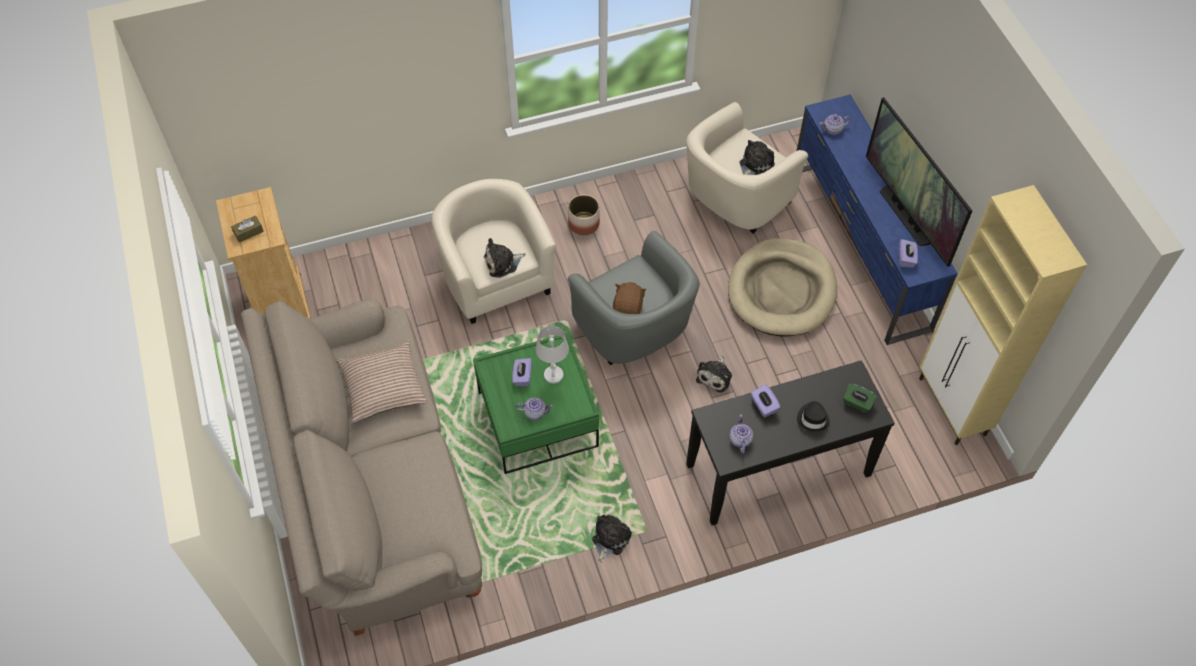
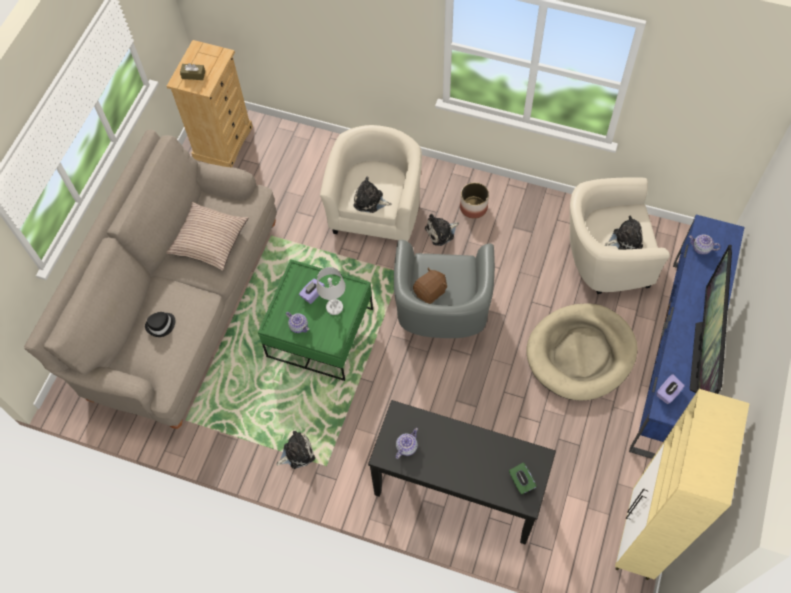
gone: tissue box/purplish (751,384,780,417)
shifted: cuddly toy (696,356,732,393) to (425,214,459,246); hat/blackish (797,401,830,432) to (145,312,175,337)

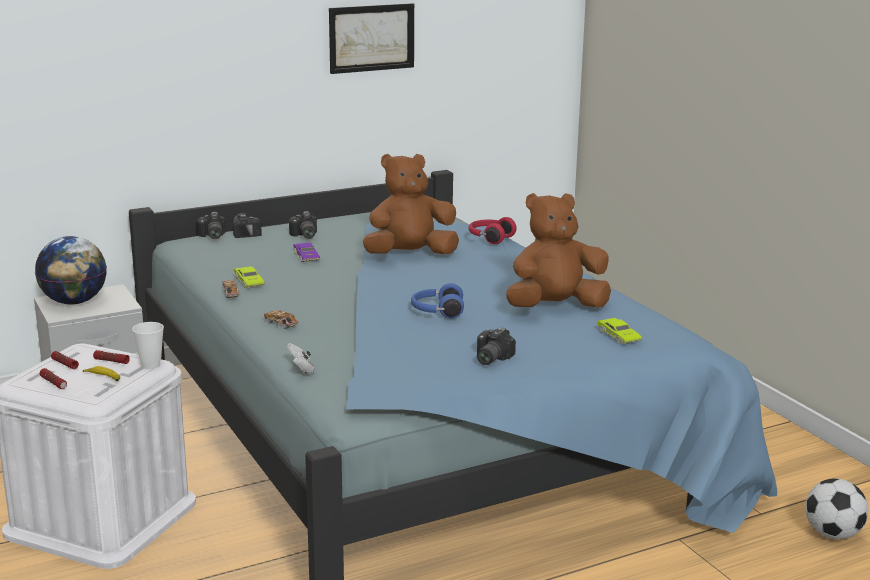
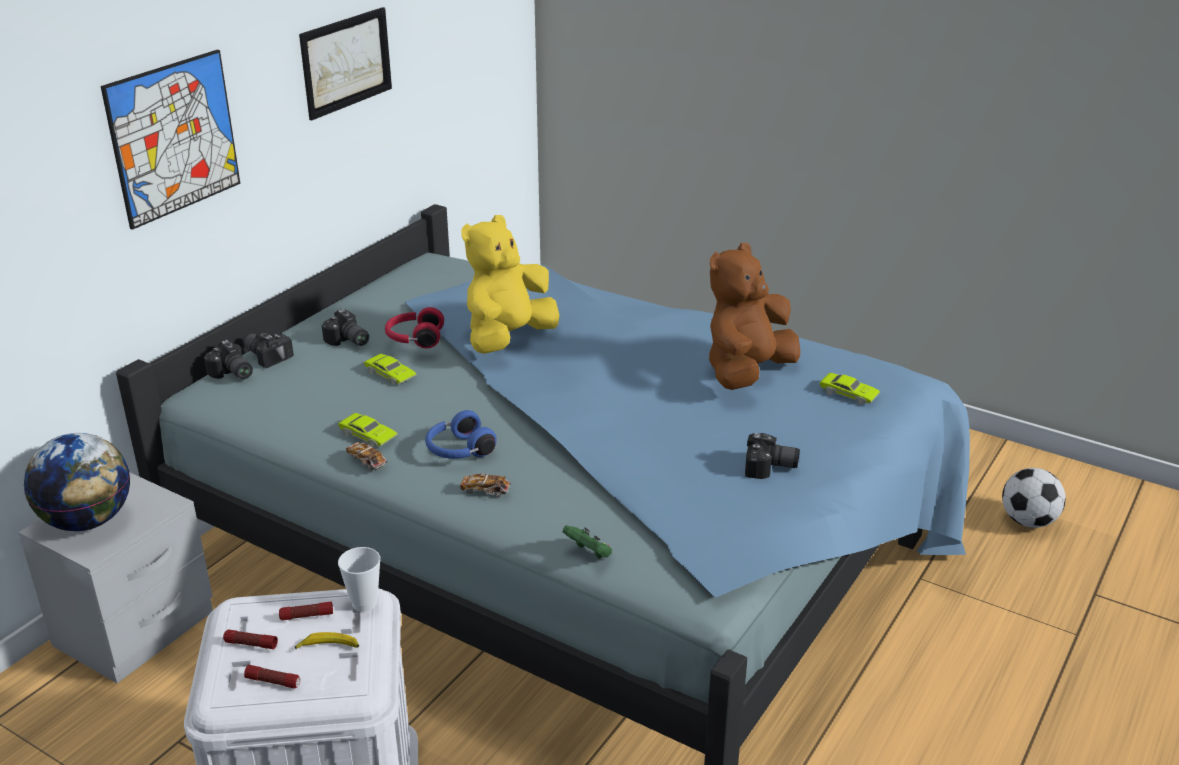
new: wall art (101,50,240,230)
shifted: headset/red (468,217,516,244) to (385,307,444,348); headset/blue (411,283,464,319) to (425,410,497,459)
repainted: cuddly toy/brown (363,154,459,254) to cuddly toy/yellow (461,215,559,354); miniature car/purplish (293,243,320,262) to miniature car/green-coloured (364,354,417,385); joypad/whitish (287,343,315,374) to joypad/green-coloured (563,526,612,559)
rotated: photo camera (477,327,516,365) = (745,433,800,479) 75 degrees counterclockwise

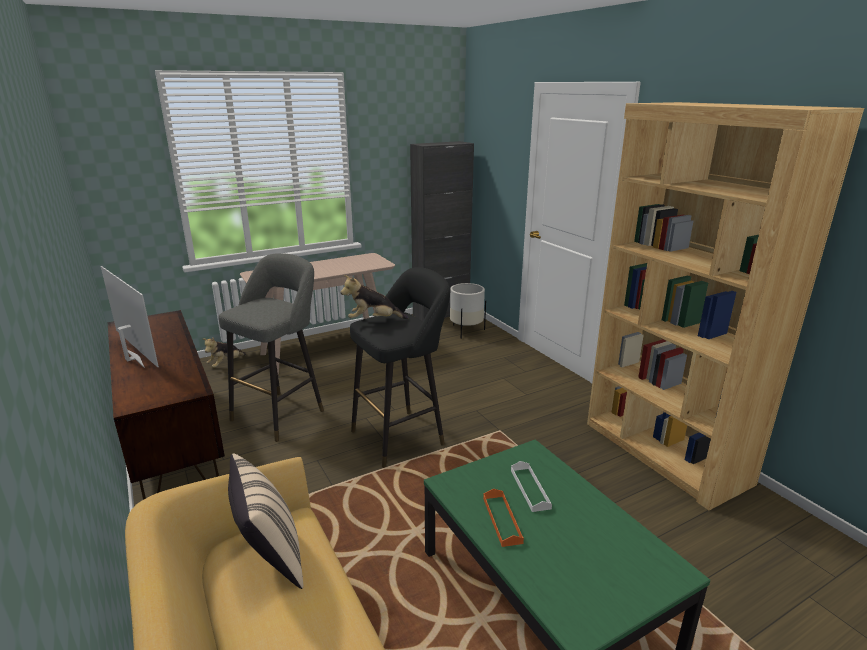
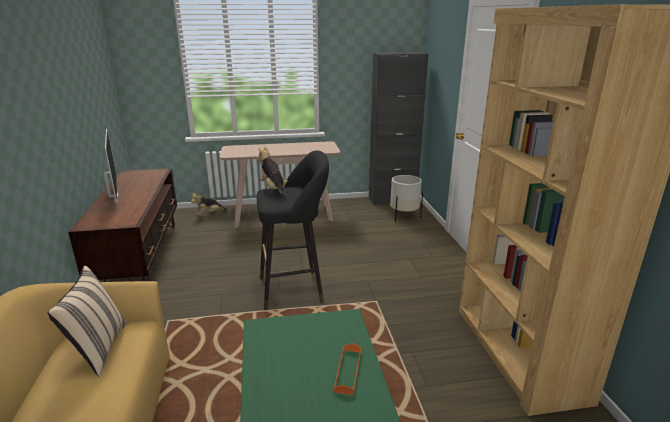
gone: sitting stool/grey (219,253,324,442); carrying tray/whitish (511,461,552,512)
shifted: carrying tray/orange-coloured (483,489,524,547) to (334,343,361,395)
rotated: cuddly toy (341,275,408,319) = (257,146,289,199) 45 degrees clockwise

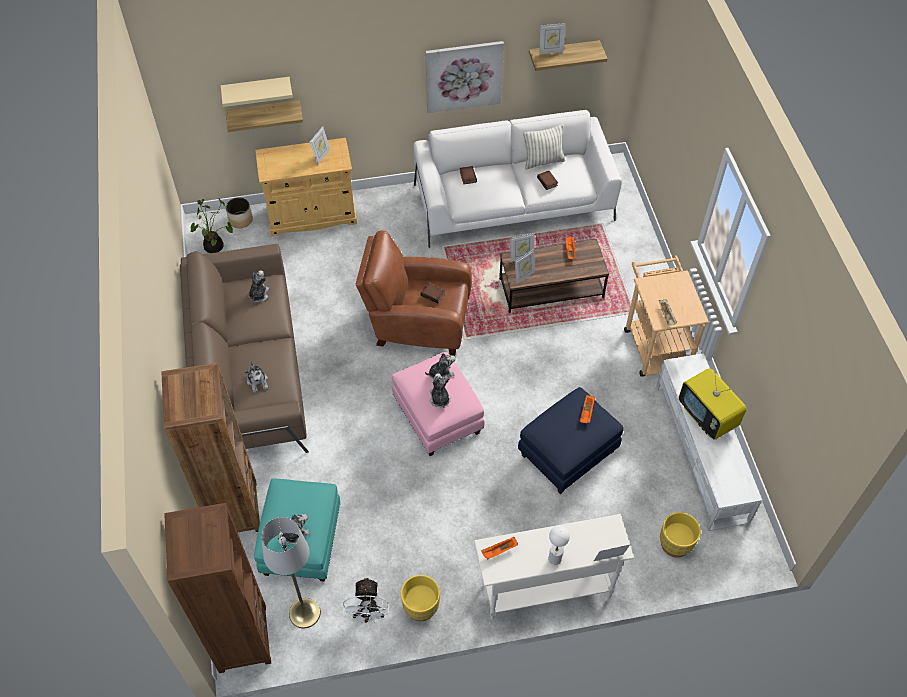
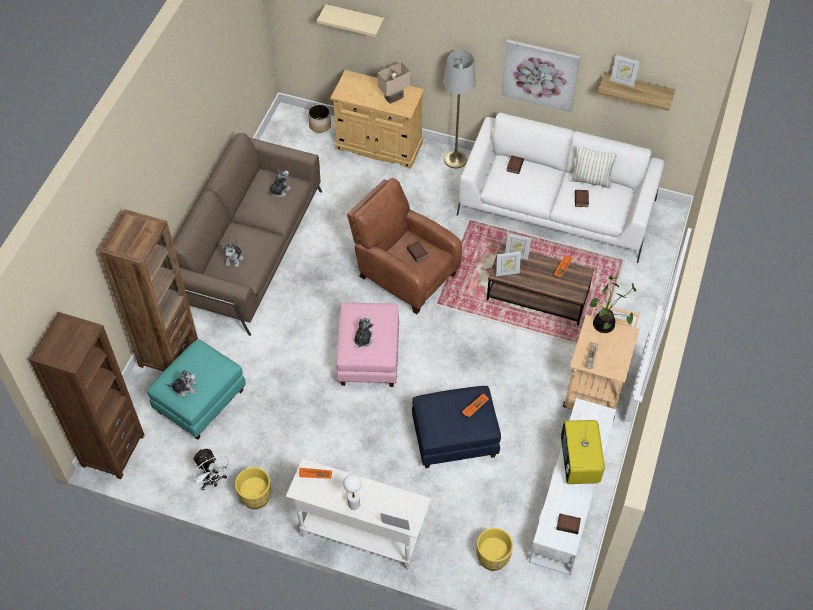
gone: shelf (225,100,303,132); cuddly toy (425,352,456,379)
new: volume (556,513,581,534)
shifted: potted plant (191,198,233,253) to (589,276,636,333); standing lamp/grey (261,517,321,628) to (443,50,476,168)
swapped: photo frame (310,127,330,165) to table lamp/sand-coloured (377,62,410,104)
rotated: electric fan/whitish (343,577,389,623) = (192,449,232,490) 60 degrees counterclockwise

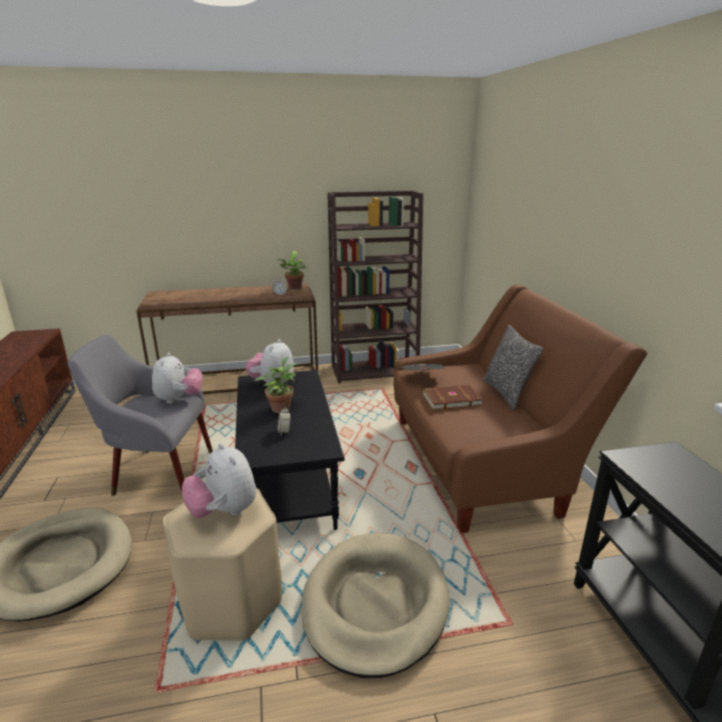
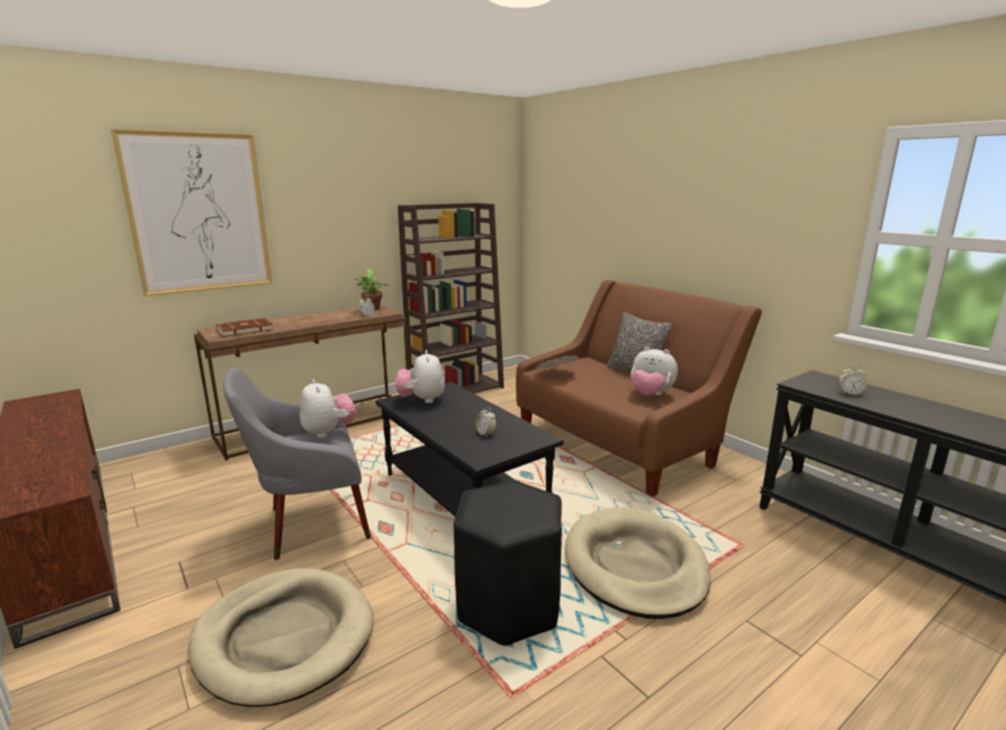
gone: potted plant (254,357,297,413)
new: wall art (111,129,272,296); table clock (839,365,867,395)
shifted: volume/brown (422,385,483,410) to (216,318,273,337); cuddly toy (182,443,256,518) to (631,347,678,396)
repainted: sitting stool/sand-coloured (163,488,282,641) to sitting stool/blackish (453,480,562,645)

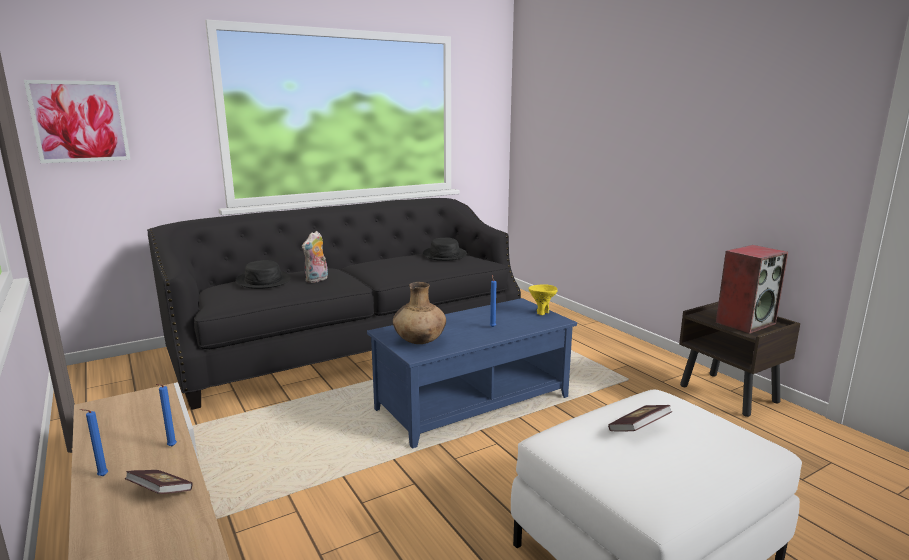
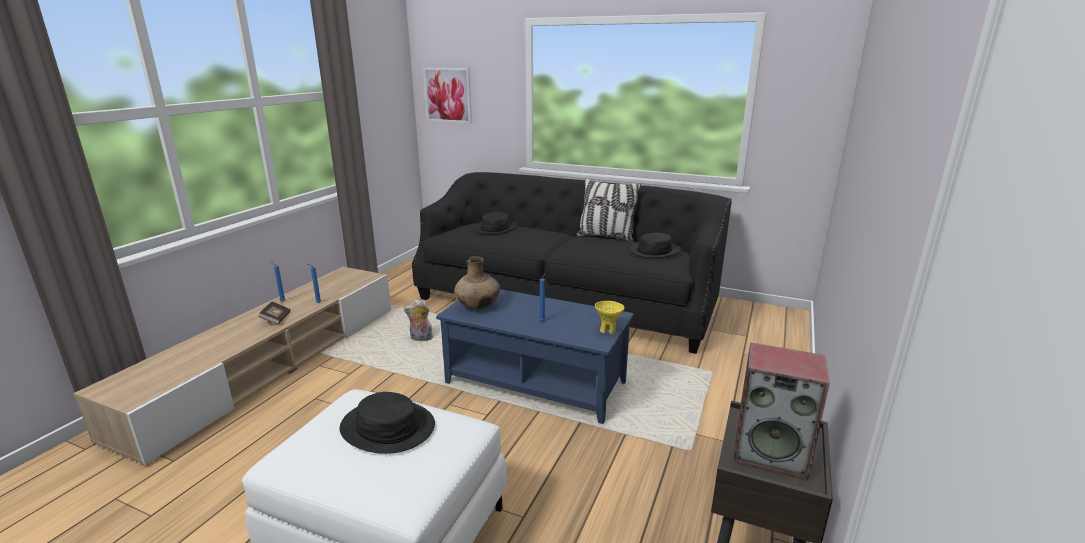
new: cushion (577,178,641,242)
shifted: cuddly toy (302,231,328,283) to (404,299,433,341)
swapped: volume (608,405,673,432) to hat/blackish (340,392,435,454)

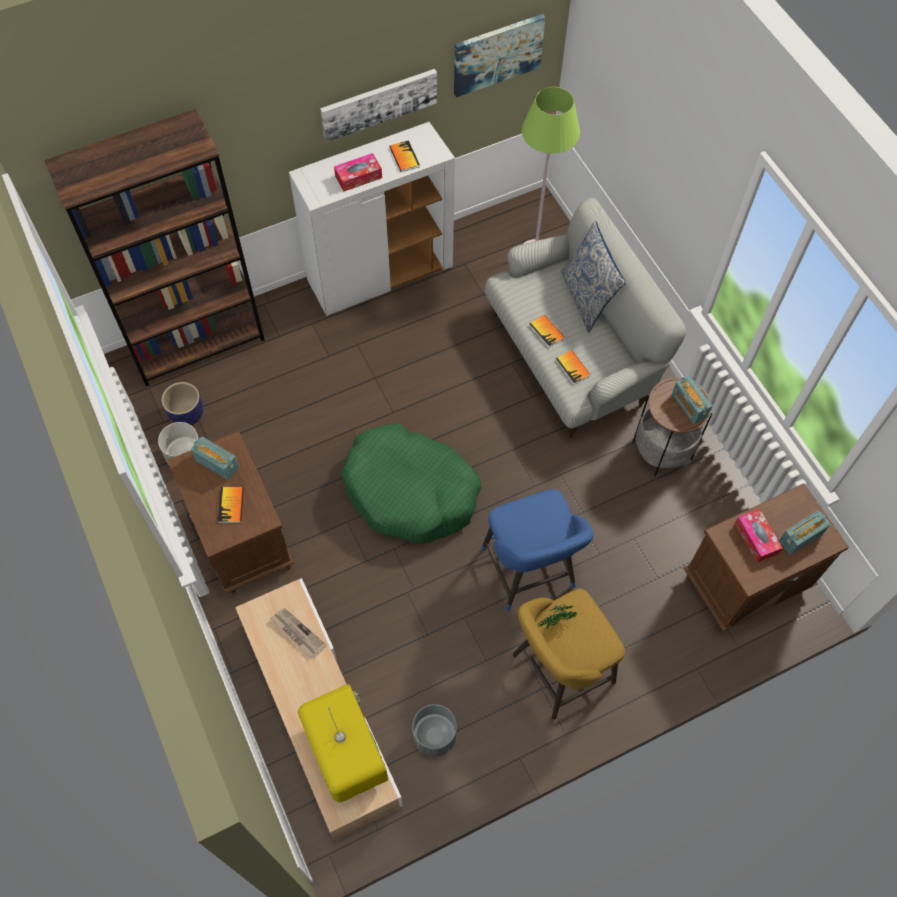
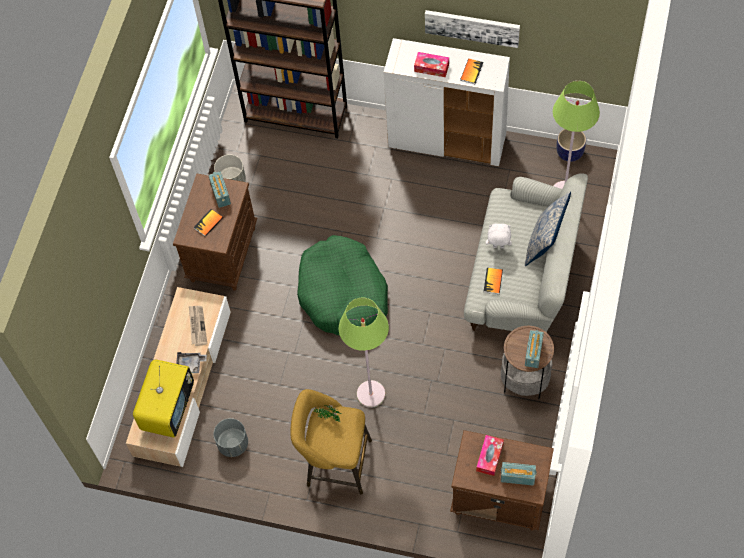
gone: wall art (454,14,546,98)
new: carrying tray/grey (176,352,207,373)
shifted: plant pot (161,382,203,426) to (557,129,586,162)
swapped: volume (529,315,565,348) to cuddly toy/whitish (486,223,512,248); sitting stool/blue (481,489,594,611) to standing lamp/green-coloured (339,298,389,408)

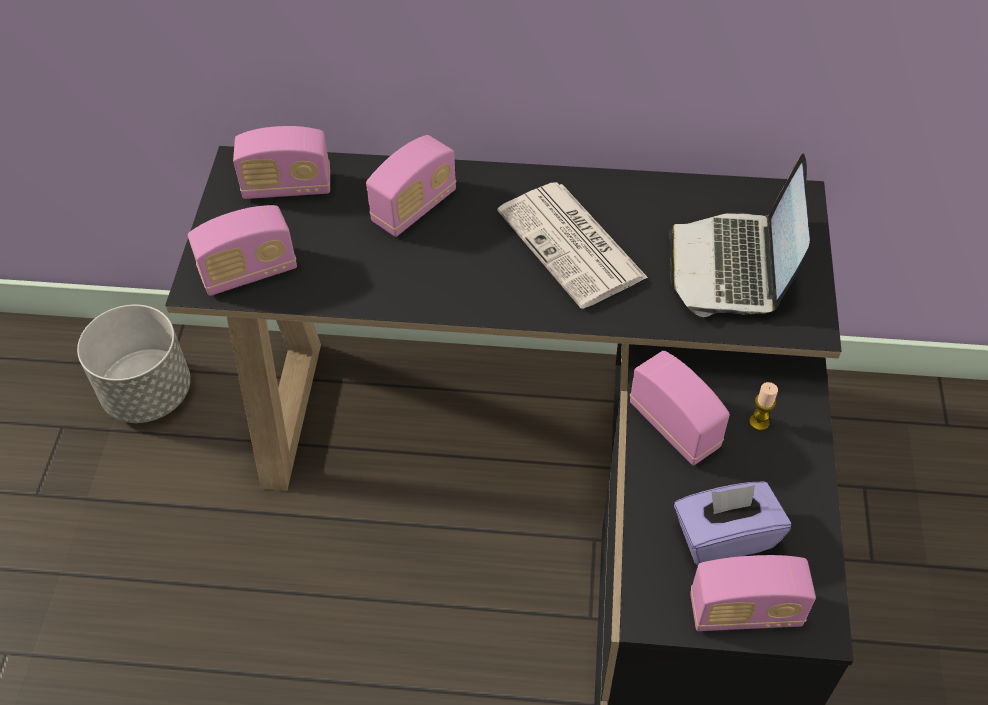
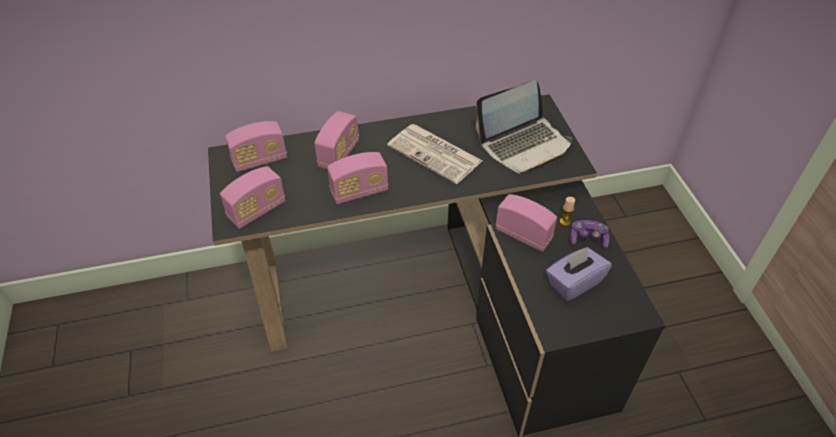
gone: plant pot/grey (77,305,191,423)
new: joypad (569,220,609,249)
shifted: radio set (690,555,816,631) to (327,152,388,204)
rotated: laptop (669,154,810,317) = (476,80,572,175) 105 degrees counterclockwise

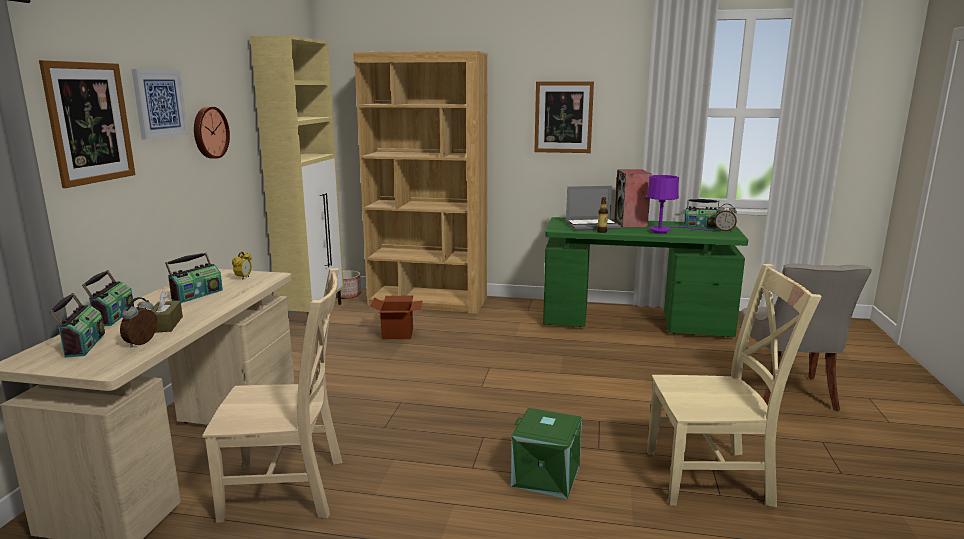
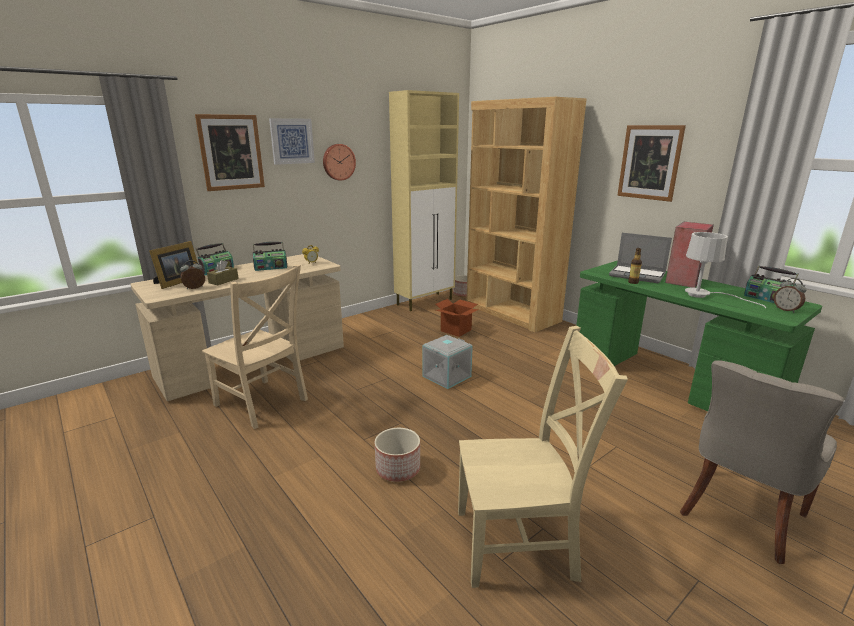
new: storage container/grey (422,335,473,389)
swapped: radio set (50,293,105,358) to photo frame (149,241,198,289); storage container/green-coloured (511,408,582,499) to plant pot (375,428,420,482)
repainted: table lamp/purplish (647,175,715,234) to table lamp/whitish (685,232,766,308)
rotated: plain chair/sand-coloured (647,264,821,507) = (458,326,628,588) 45 degrees counterclockwise

